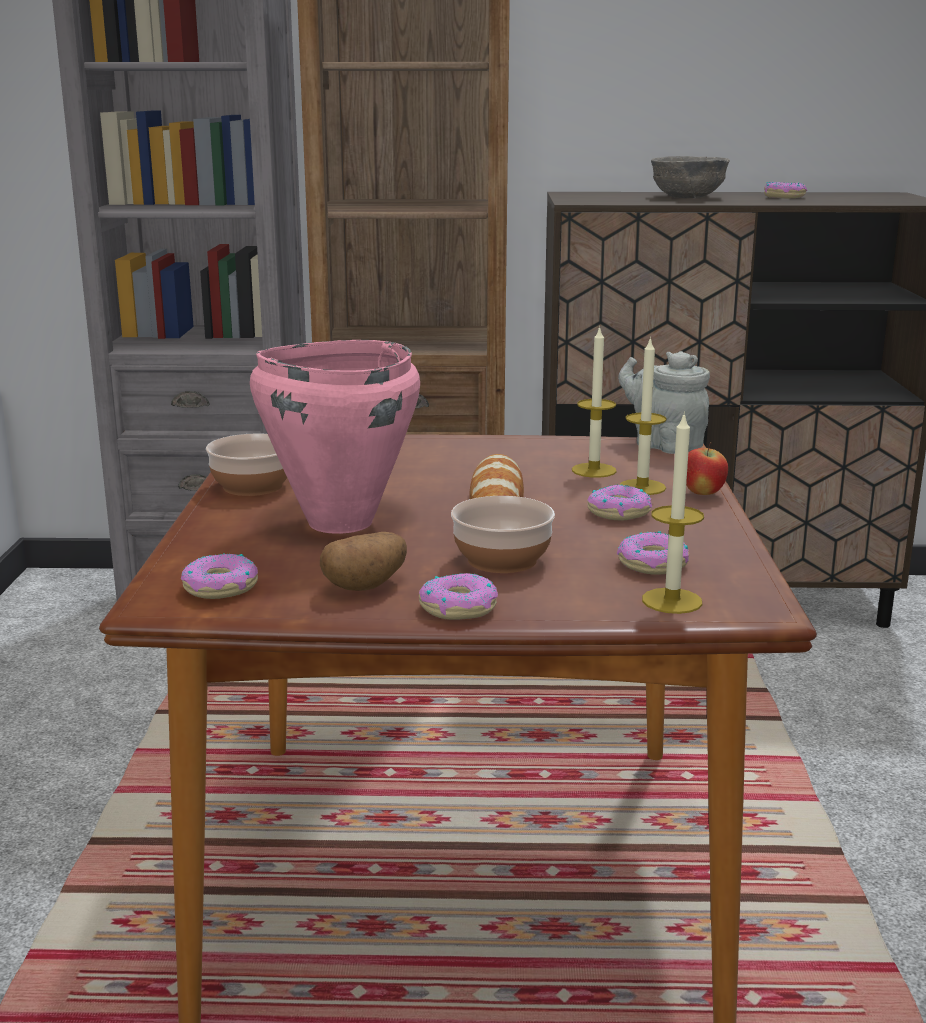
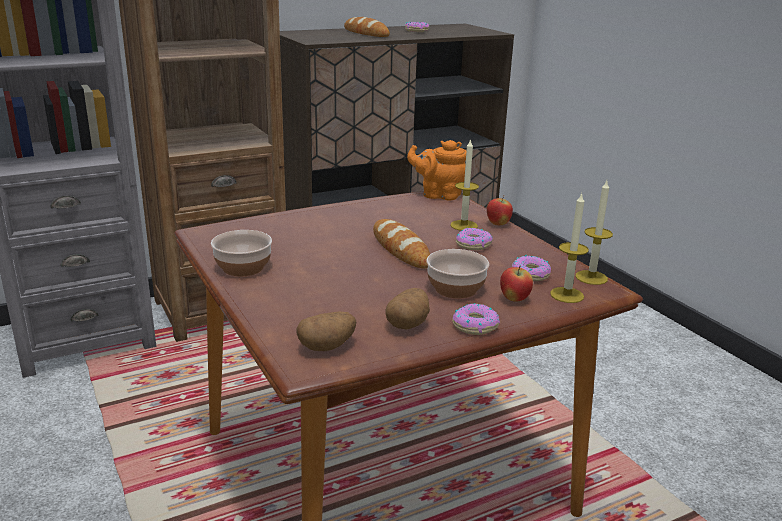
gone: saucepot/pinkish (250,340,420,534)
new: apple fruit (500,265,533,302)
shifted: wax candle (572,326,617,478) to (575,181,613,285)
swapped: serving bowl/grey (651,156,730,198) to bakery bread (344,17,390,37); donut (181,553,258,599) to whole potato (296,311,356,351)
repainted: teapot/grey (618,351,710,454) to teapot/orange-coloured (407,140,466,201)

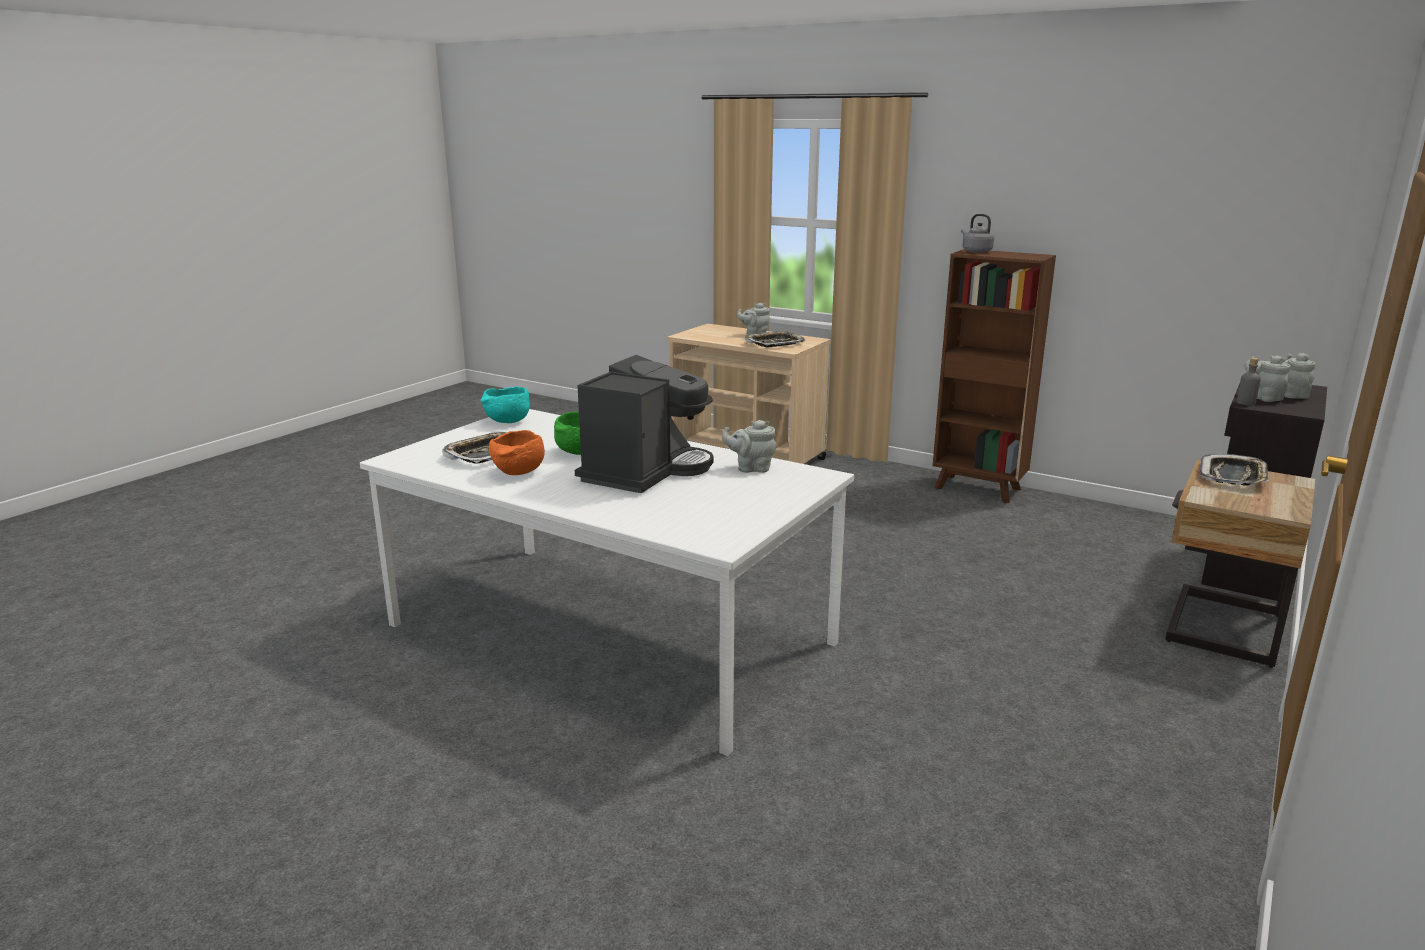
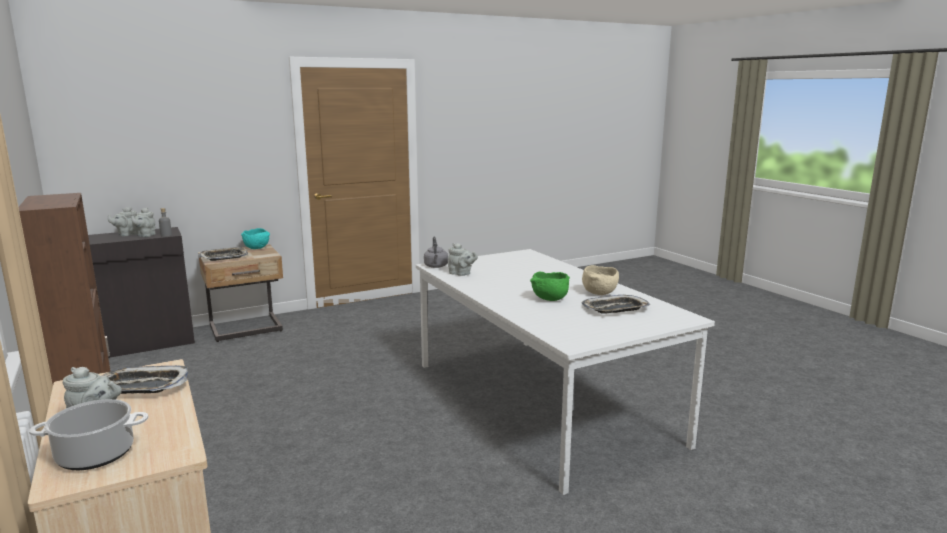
gone: coffee brewer (575,355,714,493)
new: saucepot (29,399,148,470)
shifted: tea kettle/grey (961,214,994,253) to (424,236,448,268); serving bowl/turquoise-coloured (480,386,530,423) to (241,228,270,249)
repainted: serving bowl/orange-coloured (489,430,545,475) to serving bowl/sand-coloured (582,265,619,295)

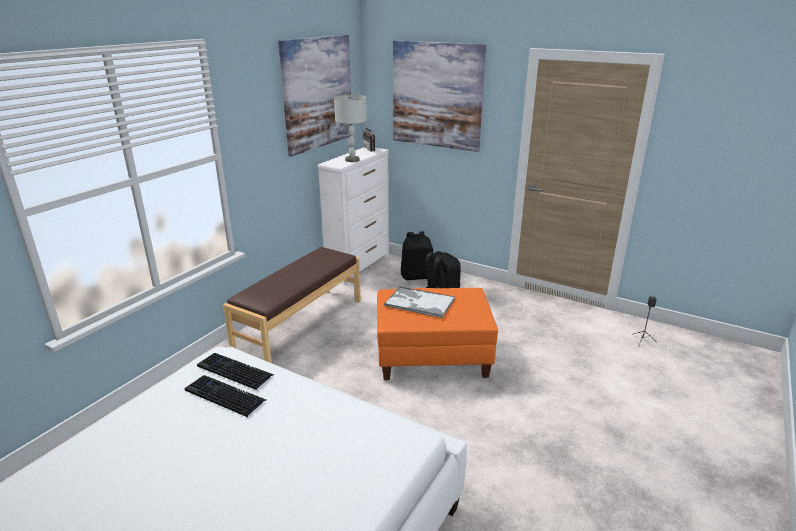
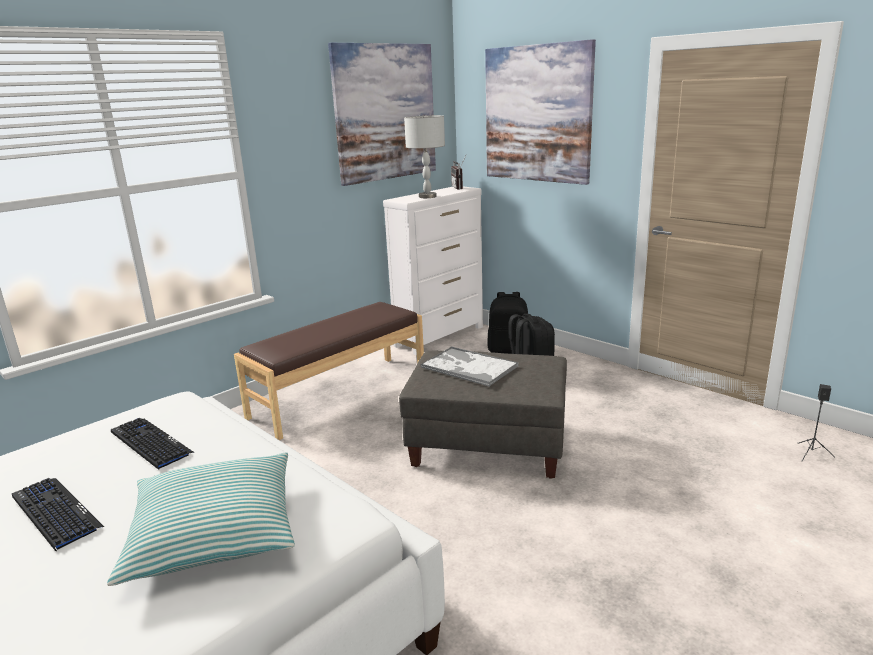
new: cushion (107,453,295,586)
shifted: computer keyboard (197,353,274,390) to (12,478,104,551)
repainted: pouffe/orange-coloured (377,288,498,381) to pouffe/grey (399,351,567,479)

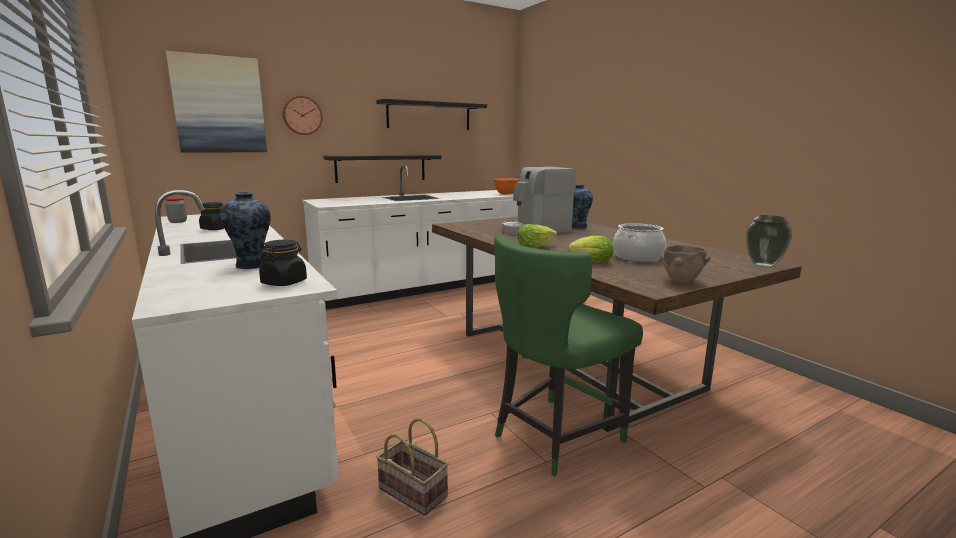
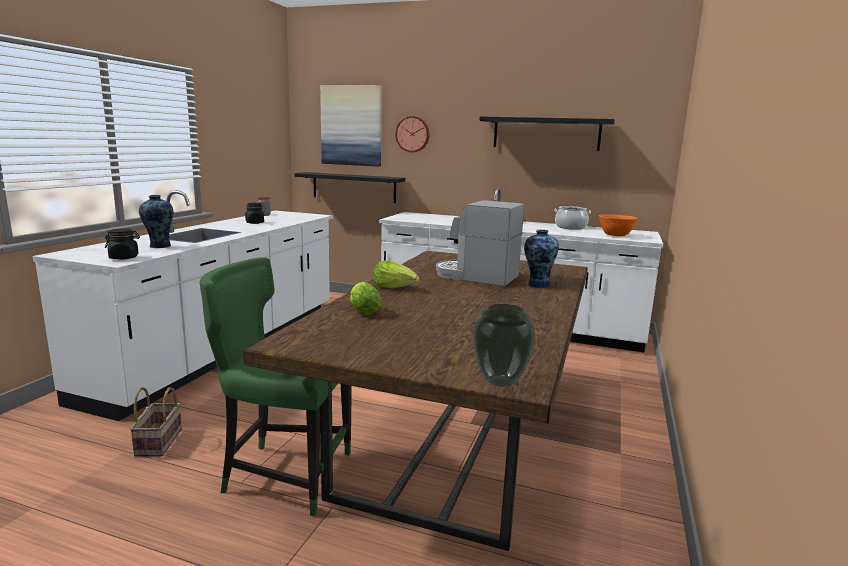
gone: serving bowl/brown (660,245,710,283)
shifted: shelf/blackish (323,155,441,183) to (294,172,405,203); saucepot (613,223,666,262) to (554,206,591,230)

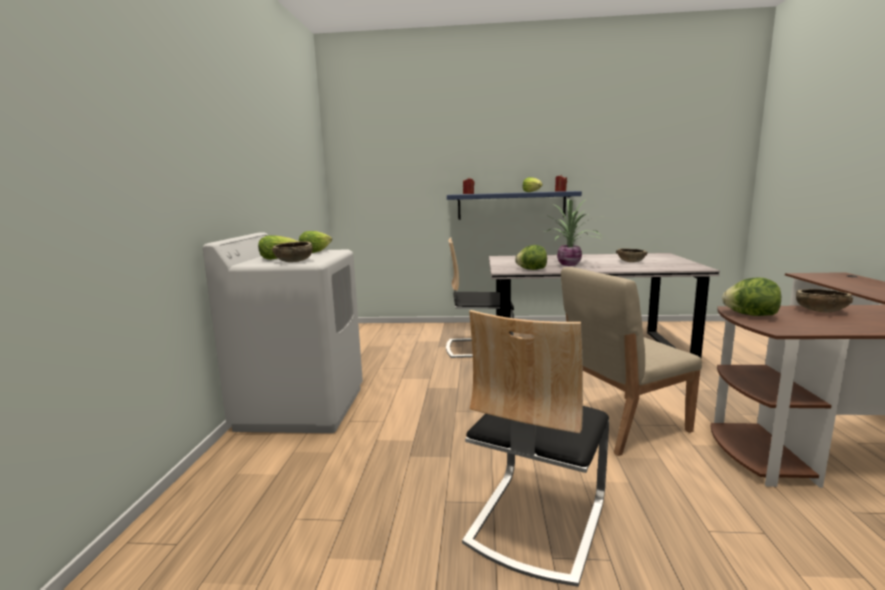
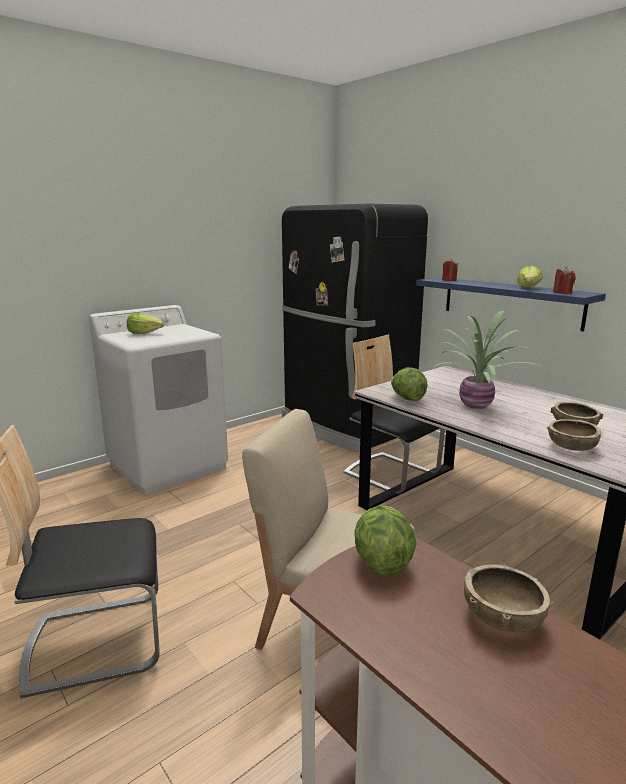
gone: head of lettuce (299,231,332,253)
new: refrigerator/blackish (282,204,428,452)
shifted: serving bowl/brown (271,241,312,262) to (546,419,601,451)

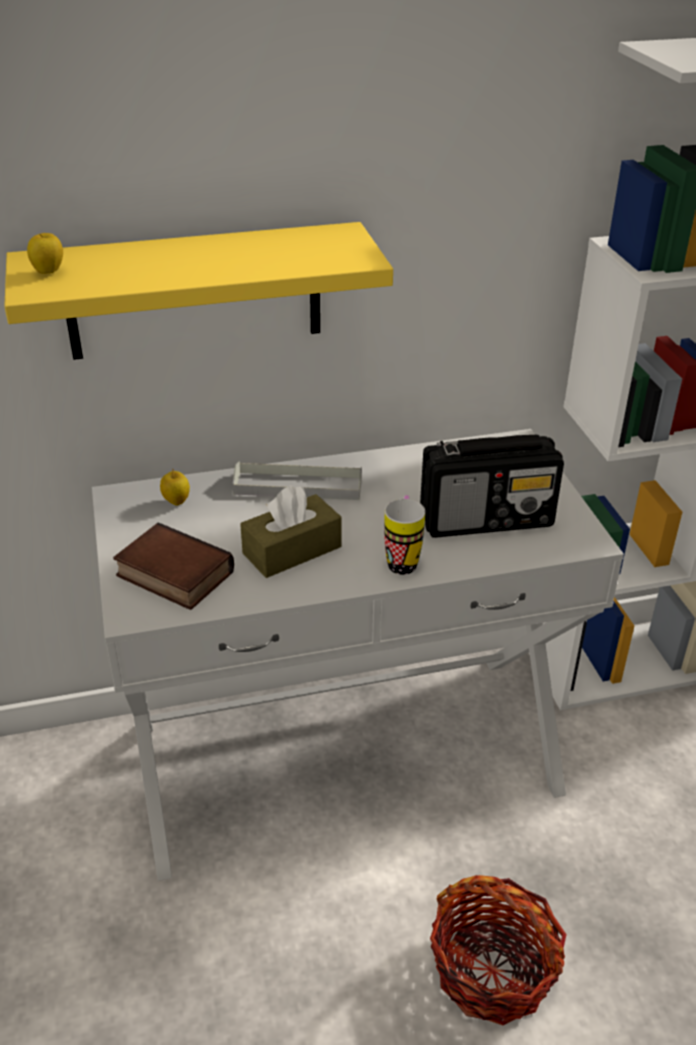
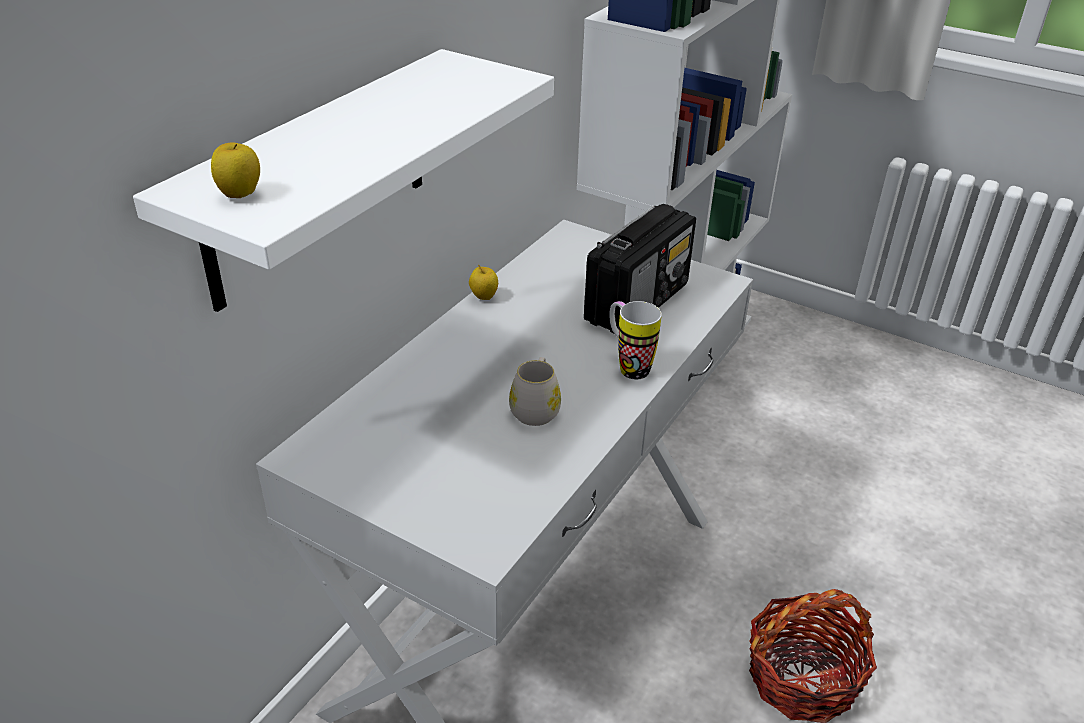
gone: carrying tray/grey (232,462,362,500); volume (113,522,234,610)
shifted: apple fruit (160,469,190,506) to (469,265,498,300)
swapped: tissue box/brown (240,485,342,578) to tea mug/whitish (509,357,561,426)
repainted: shelf/yellow (4,222,393,360) to shelf/whitish (133,49,554,312)

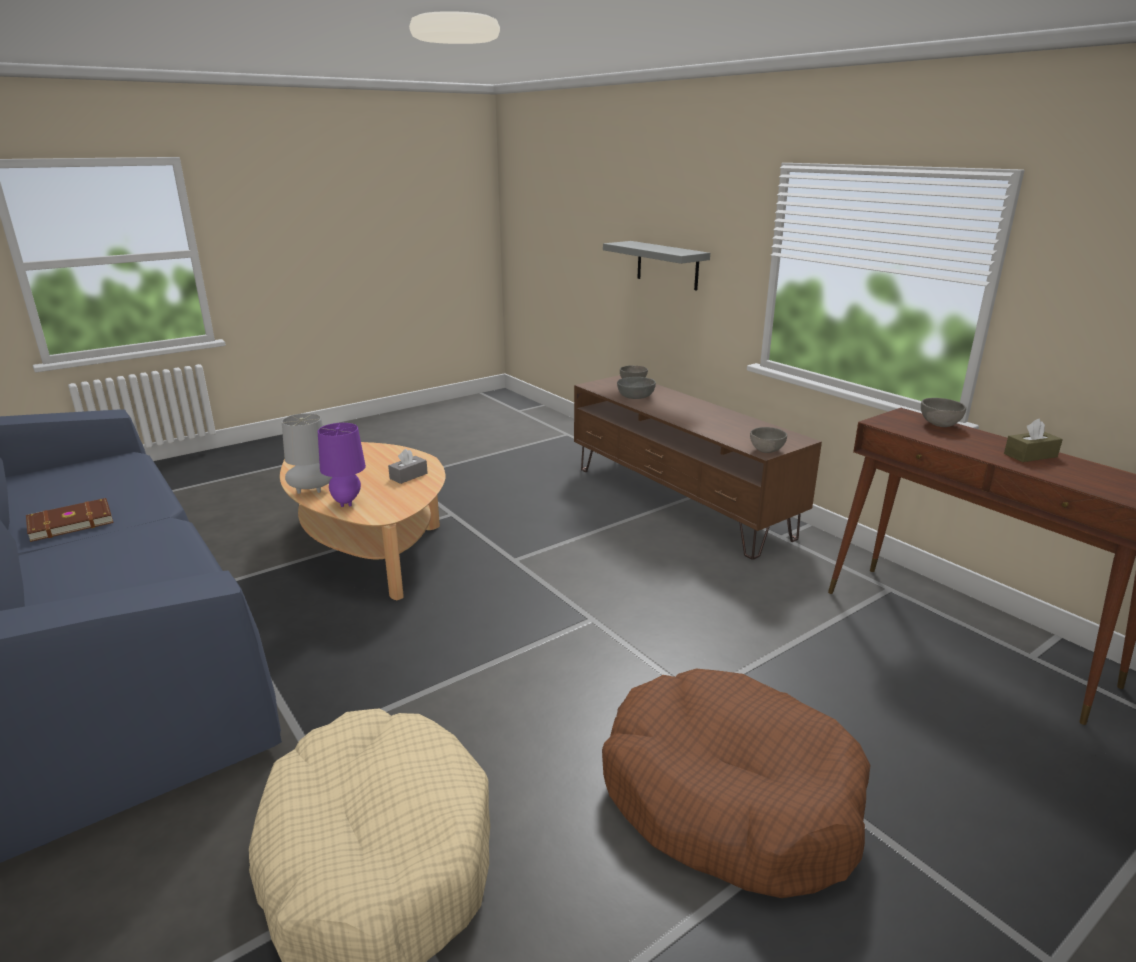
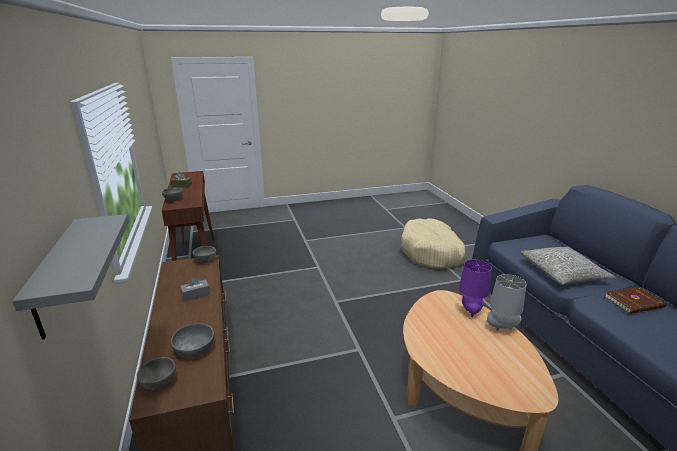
gone: pet bed/brown (602,669,871,898)
new: cushion/grey (521,246,616,285)
shifted: tissue box/grey (388,449,428,484) to (180,277,210,302)

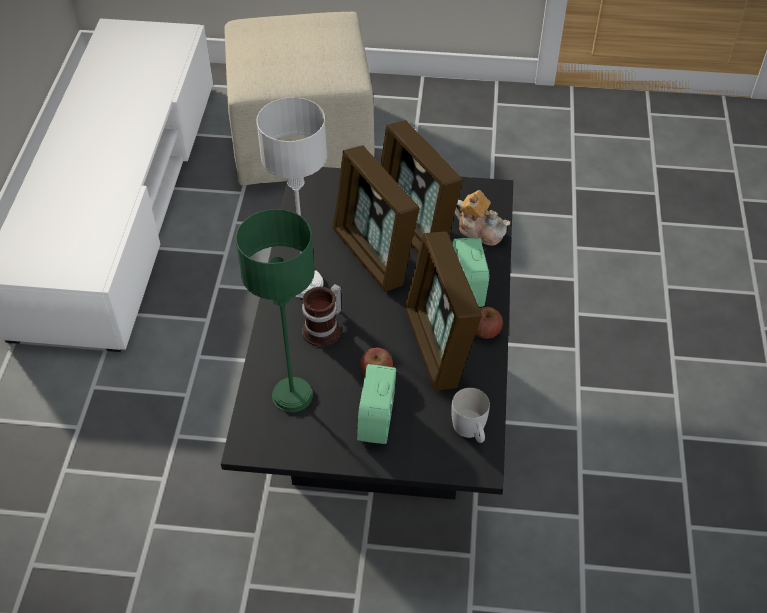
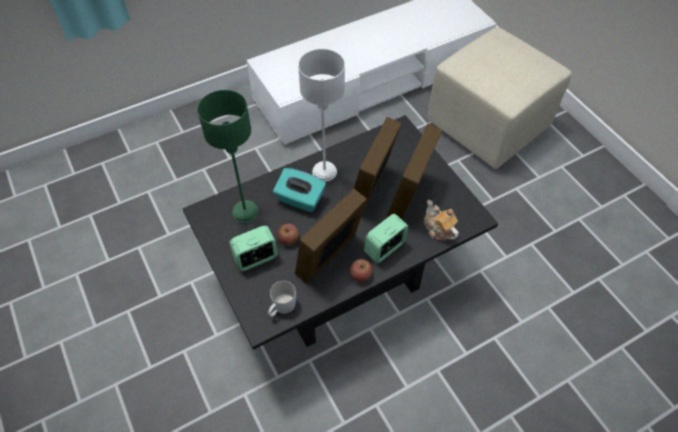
swapped: tea mug (302,284,341,347) to tissue box/turquoise-coloured (273,168,326,212)
rotated: teapot (455,190,510,246) = (424,200,459,241) 150 degrees clockwise

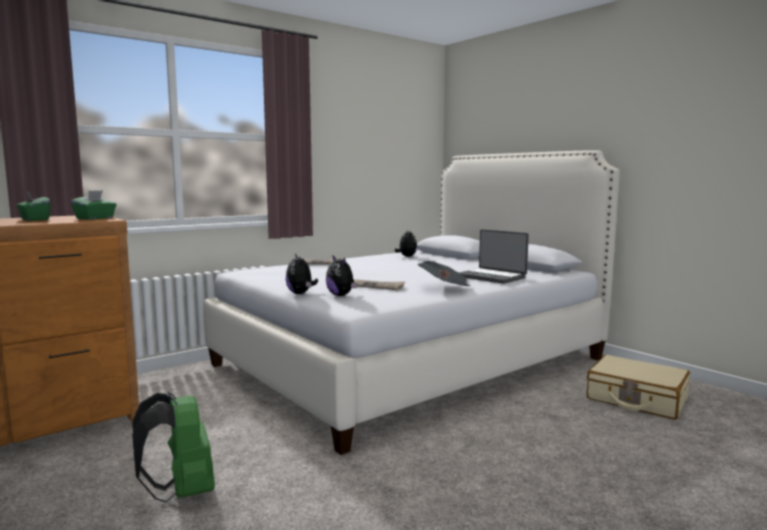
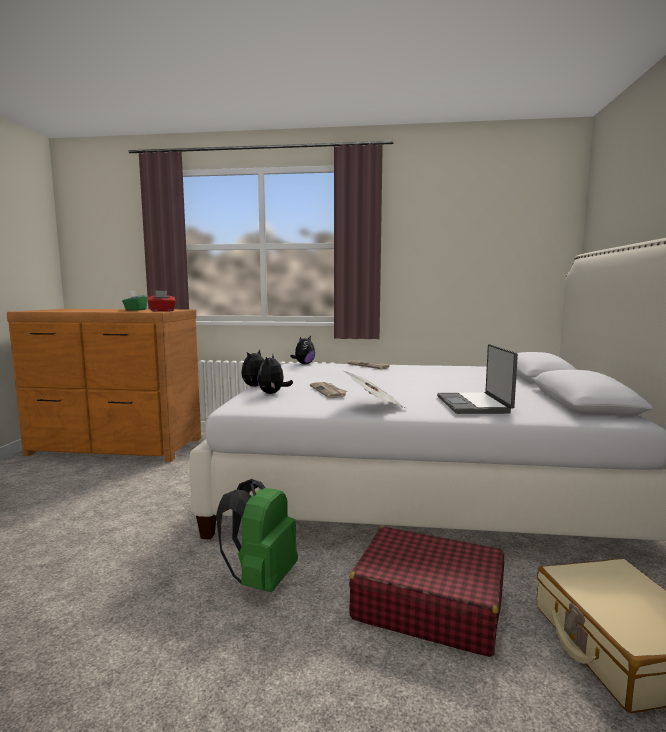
new: piece of luggage/red (349,527,504,657)
shifted: cuddly toy (395,230,417,257) to (290,336,315,364); rucksack/green-coloured (132,392,215,502) to (216,479,298,592)
repainted: tissue box/green-coloured (71,190,117,219) to tissue box/red (147,291,176,311)

